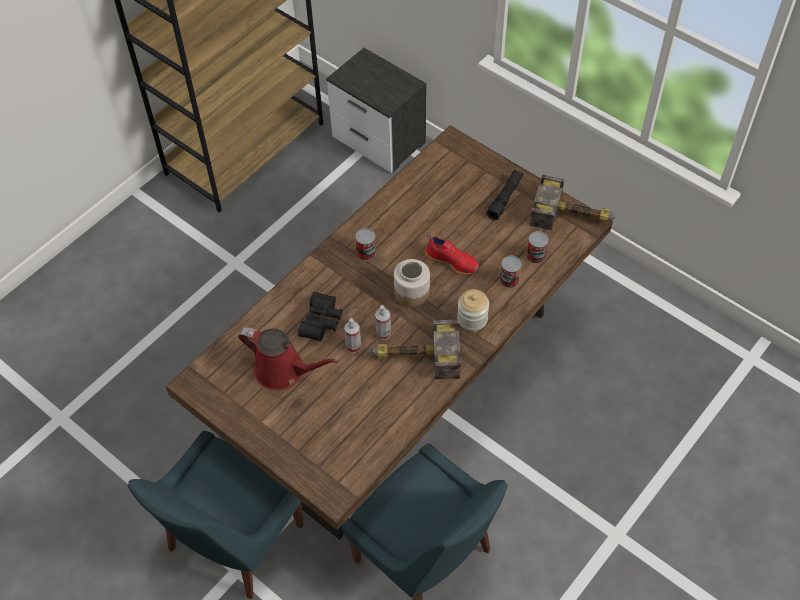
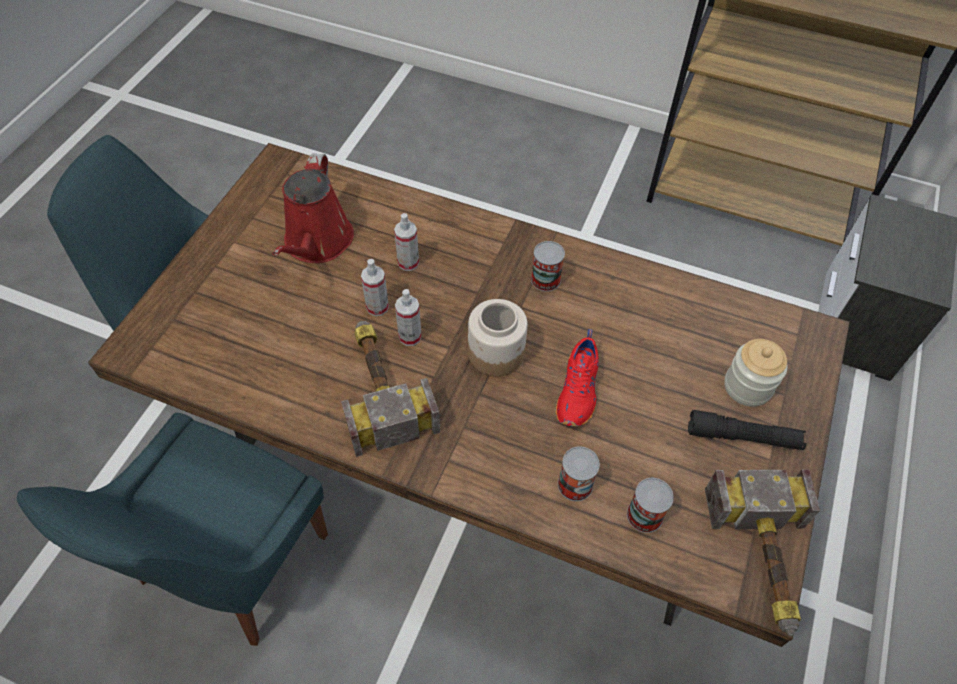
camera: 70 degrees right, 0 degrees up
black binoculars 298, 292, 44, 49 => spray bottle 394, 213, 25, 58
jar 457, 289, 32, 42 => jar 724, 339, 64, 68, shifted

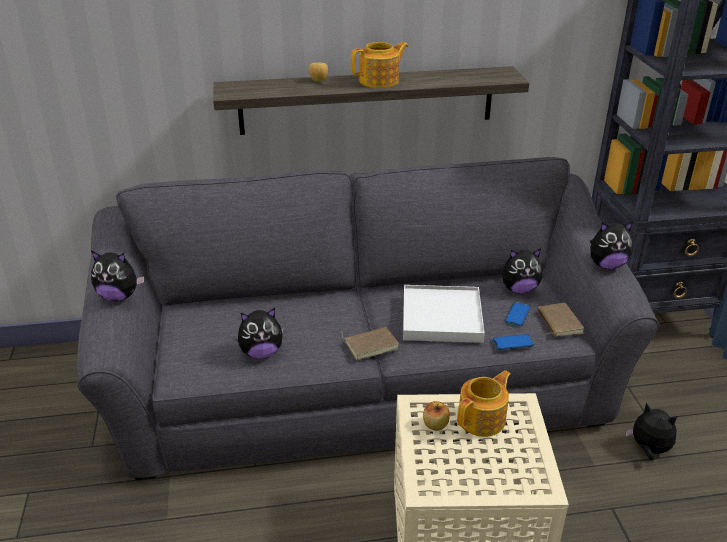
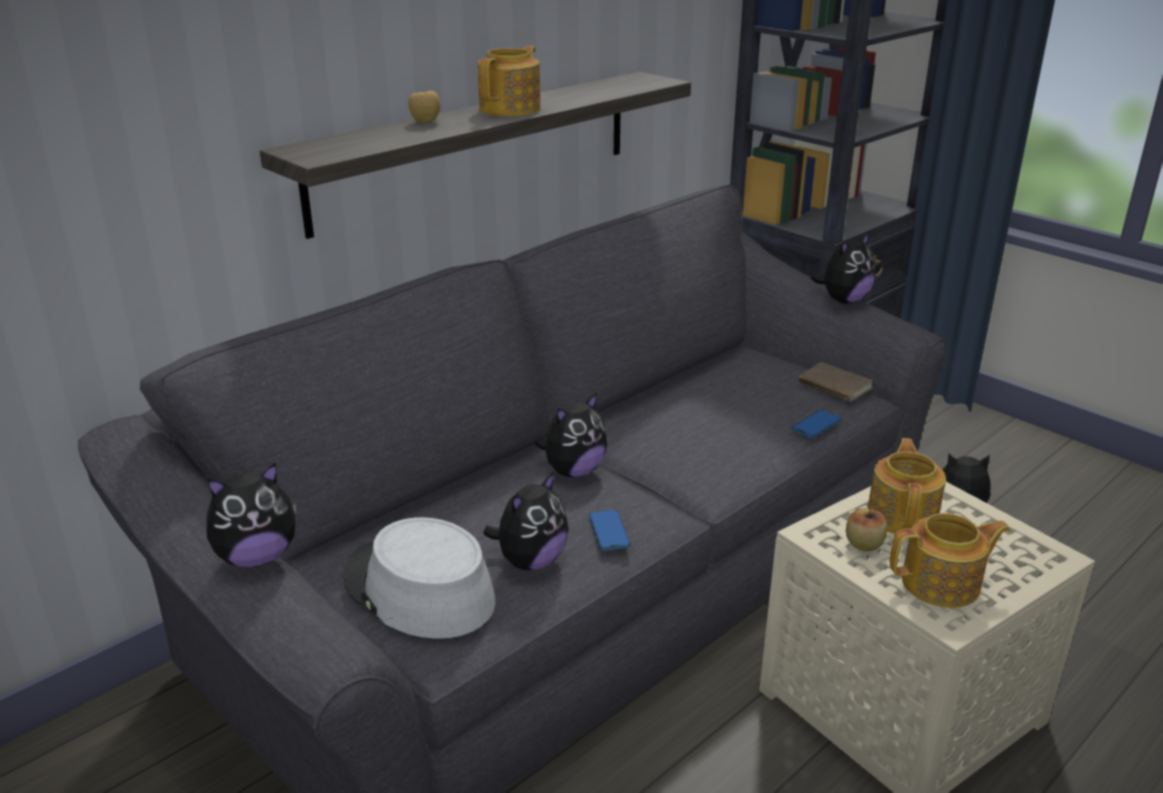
camera: 35 degrees left, 5 degrees down
nothing => grey hat 344, 517, 151, 122
plush toy 502, 248, 40, 46 => plush toy 535, 392, 72, 86, shifted
phone 505, 302, 25, 24 => phone 589, 509, 42, 41, shifted
nothing => teapot 890, 513, 120, 95
brown book 341, 327, 58, 33 => nothing
white tray 403, 285, 82, 58 => nothing

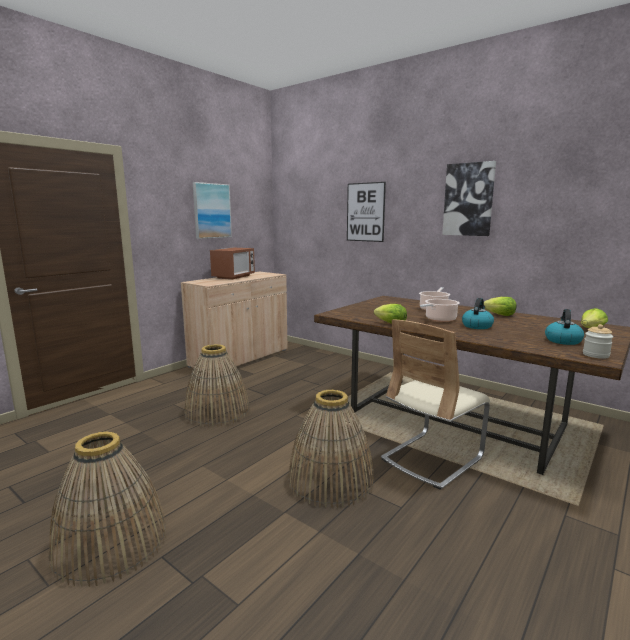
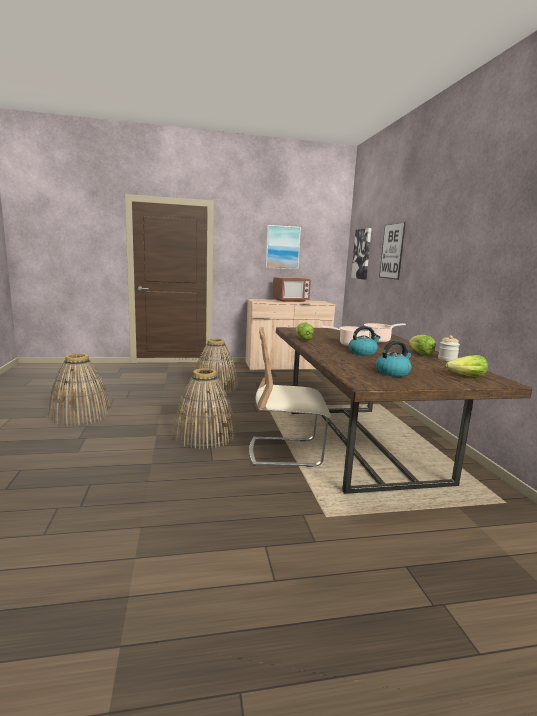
camera: 40 degrees right, 0 degrees up
picture 442, 161, 54, 75 => picture 351, 228, 21, 52, shifted
jar 583, 324, 30, 35 => jar 438, 335, 22, 26, shifted

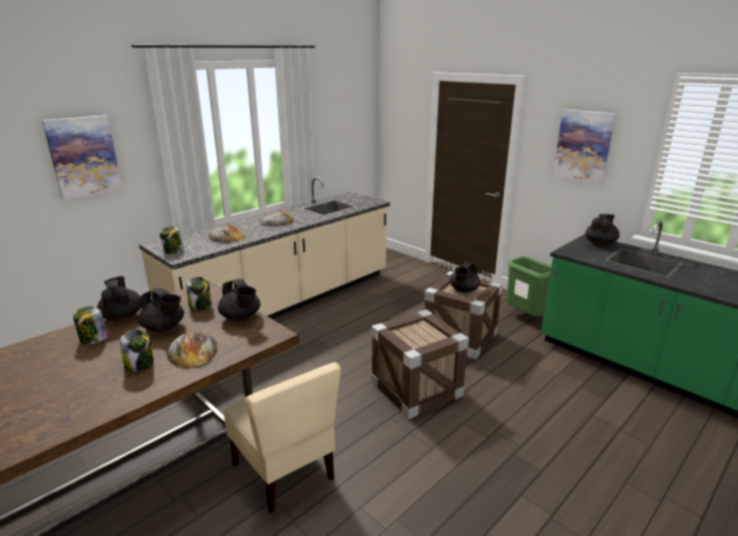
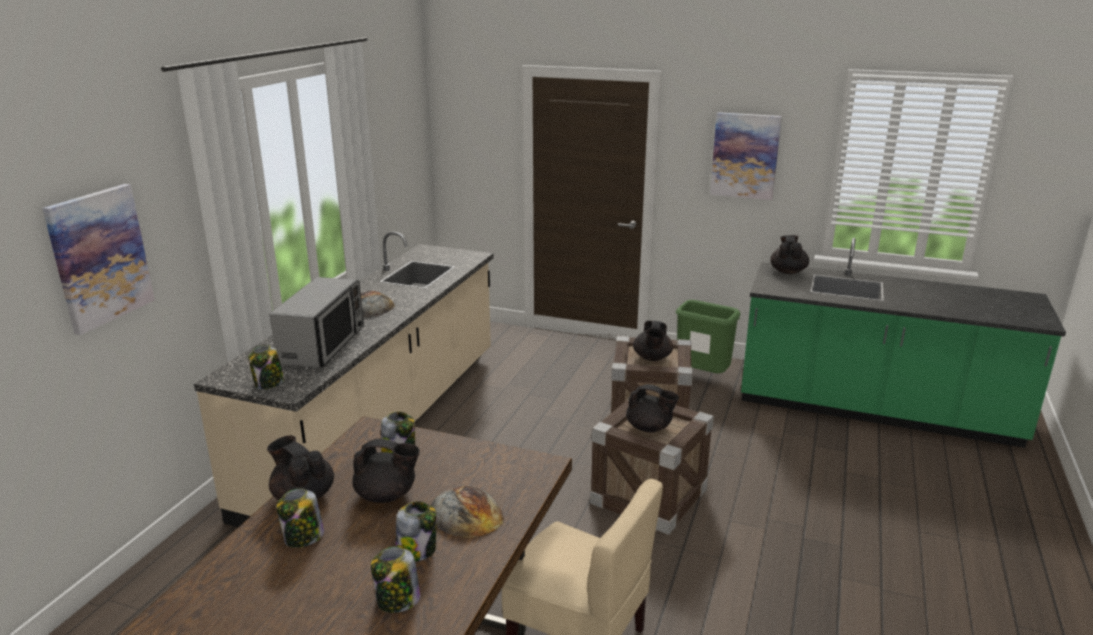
camera: 25 degrees left, 0 degrees up
bread 209, 225, 36, 18 => microwave 270, 277, 94, 91
nothing => jar 371, 547, 50, 66
black teapot 218, 279, 42, 42 => black teapot 626, 384, 53, 48, shifted

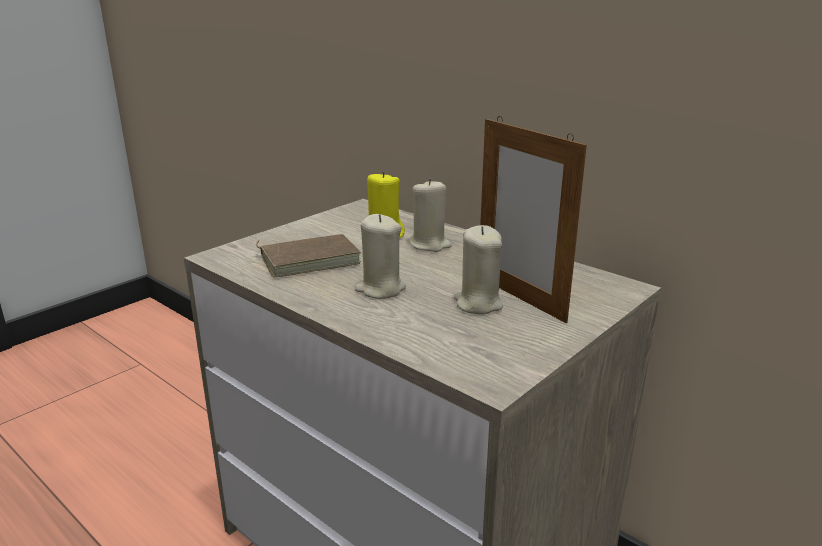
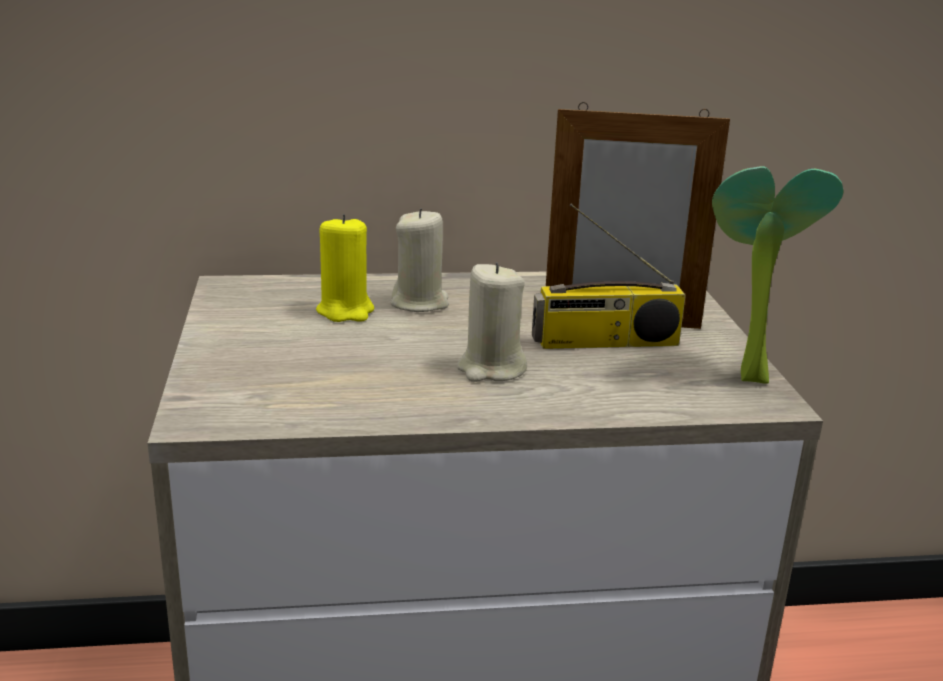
camera: 50 degrees left, 0 degrees up
beige candle 454, 225, 49, 89 => radio 532, 204, 154, 145
nothing => potted plant 712, 166, 131, 218
brown book 256, 234, 105, 43 => nothing

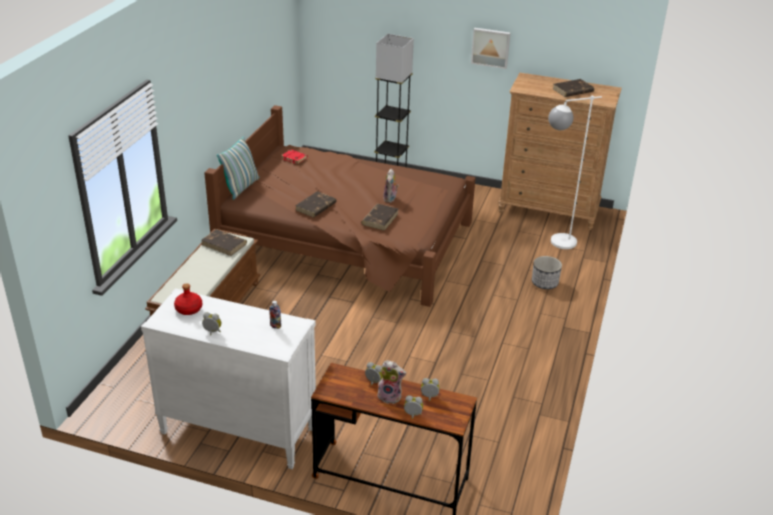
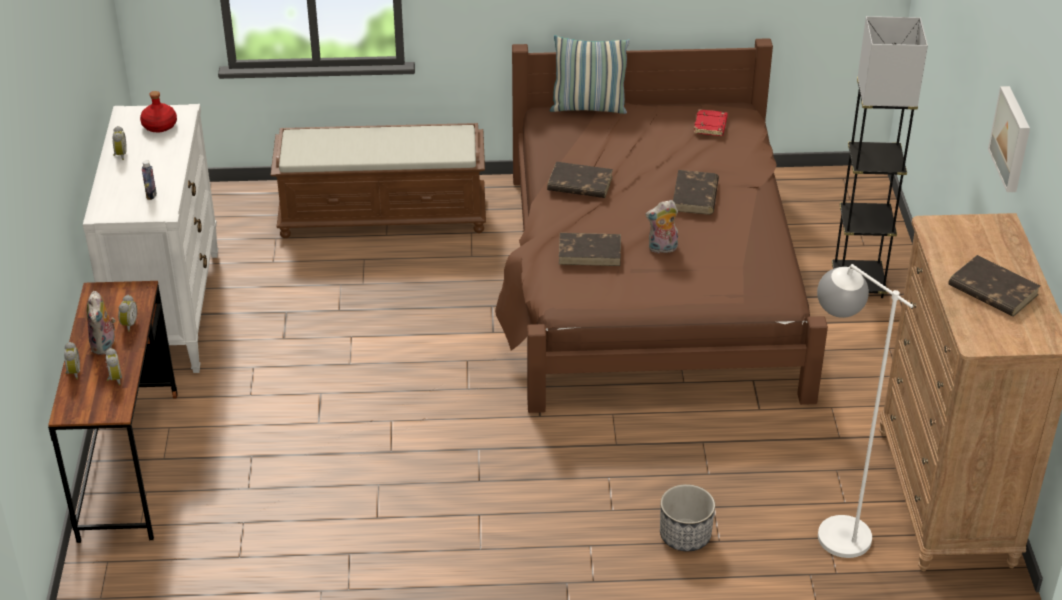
camera: 70 degrees right, 5 degrees up
brown book 202, 229, 45, 27 => brown book 673, 170, 46, 45, shifted

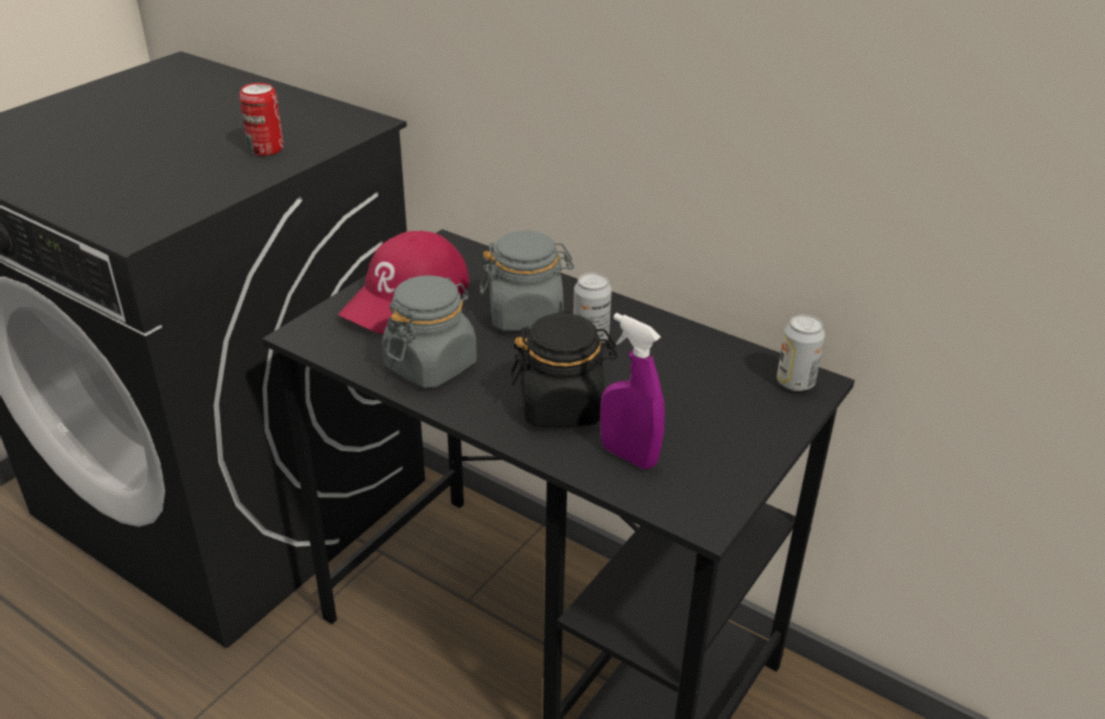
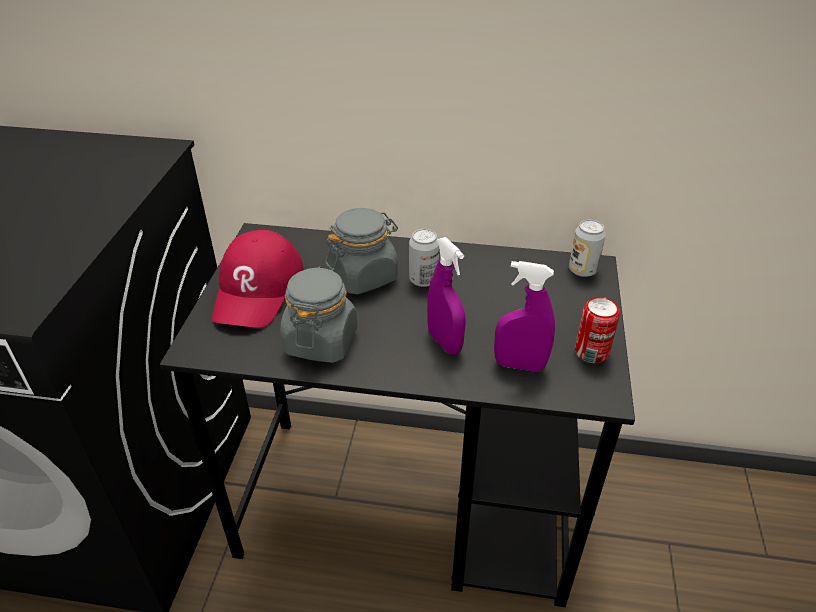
camera: 25 degrees left, 5 degrees up
black jar 510, 313, 108, 114 => purple spray bottle 427, 237, 39, 118
can 239, 83, 44, 73 => can 575, 297, 45, 66, shifted

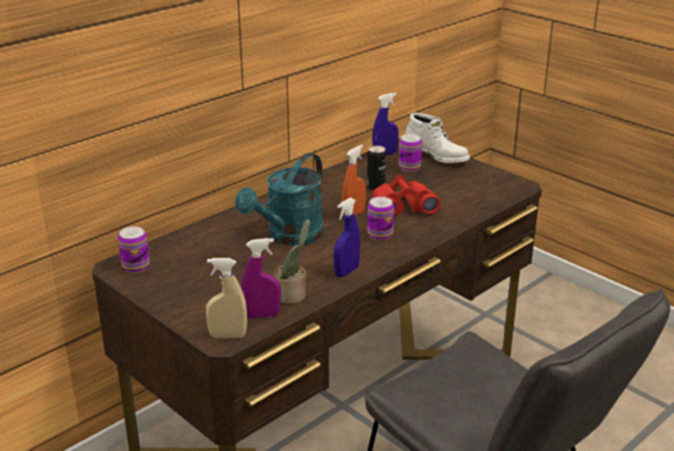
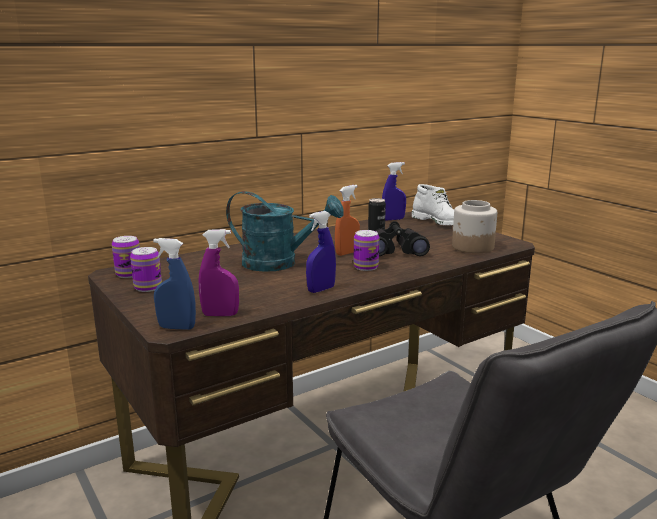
camera: 10 degrees right, 10 degrees down
can 399, 134, 23, 38 => can 130, 247, 32, 45, shifted
beige spray bottle 206, 258, 41, 80 => blue spray bottle 153, 238, 43, 92
turquoise watering can 235, 153, 89, 93 => turquoise watering can 226, 191, 118, 81, 120 degrees counterclockwise
red binoculars 372, 175, 69, 41 => black binoculars 376, 221, 54, 35
nothing => jar 452, 200, 45, 53
potted plant 274, 219, 36, 85 => nothing

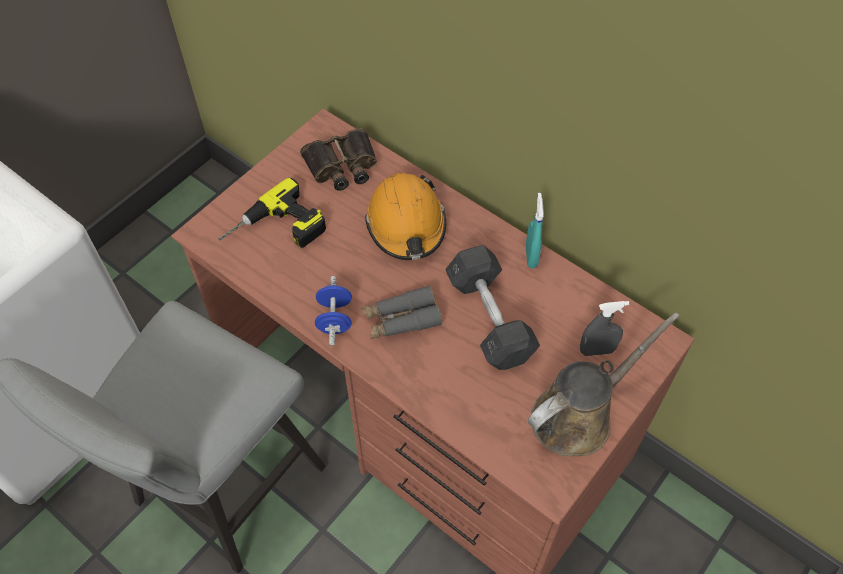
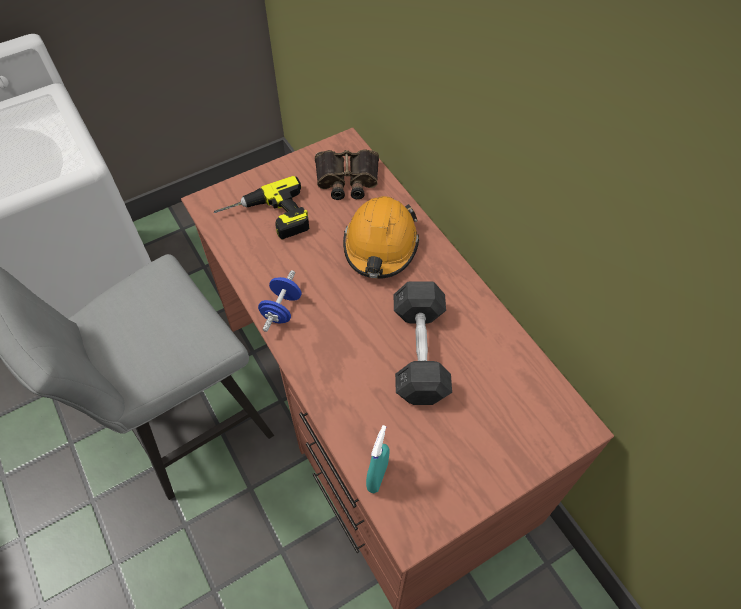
camera: 20 degrees right, 0 degrees up
turquoise spray bottle 526, 193, 18, 75 => turquoise spray bottle 366, 425, 23, 68, shifted
grey binoculars 362, 285, 80, 54 => nothing
brown watering can 528, 312, 152, 144 => nothing
grey spray bottle 580, 301, 49, 55 => nothing

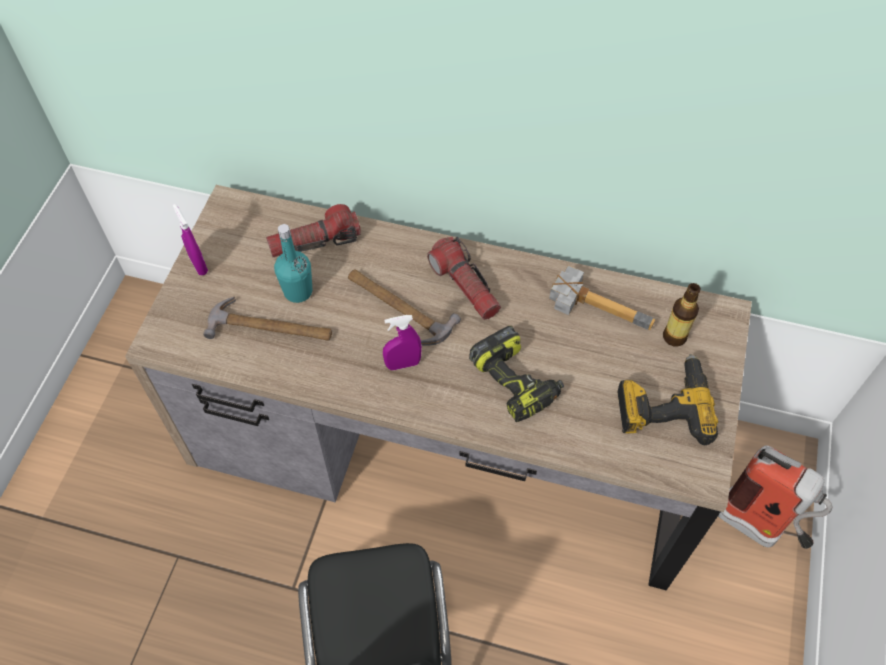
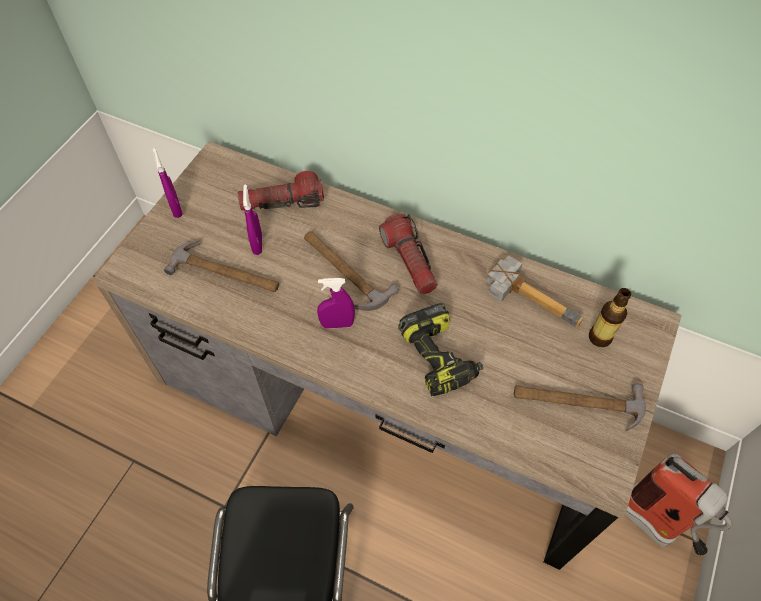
camera: 10 degrees right, 0 degrees up
turquoise bottle 274, 224, 38, 79 => purple spray bottle 243, 184, 19, 71
power drill 618, 354, 100, 91 => hammer 514, 384, 132, 48

